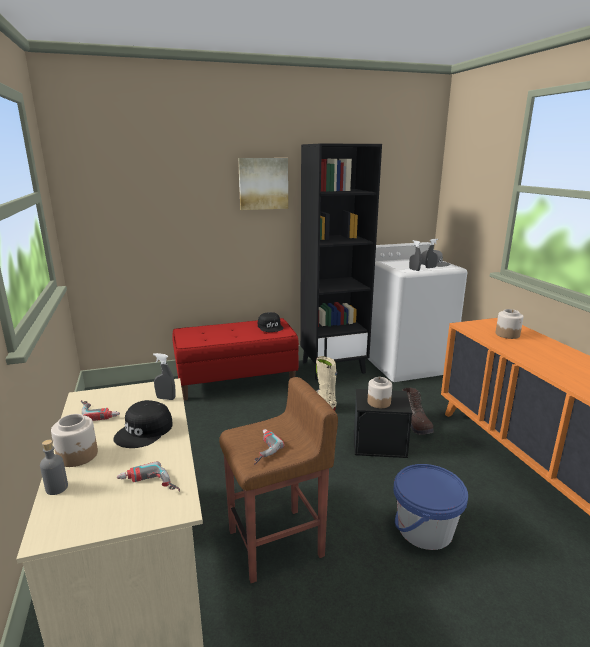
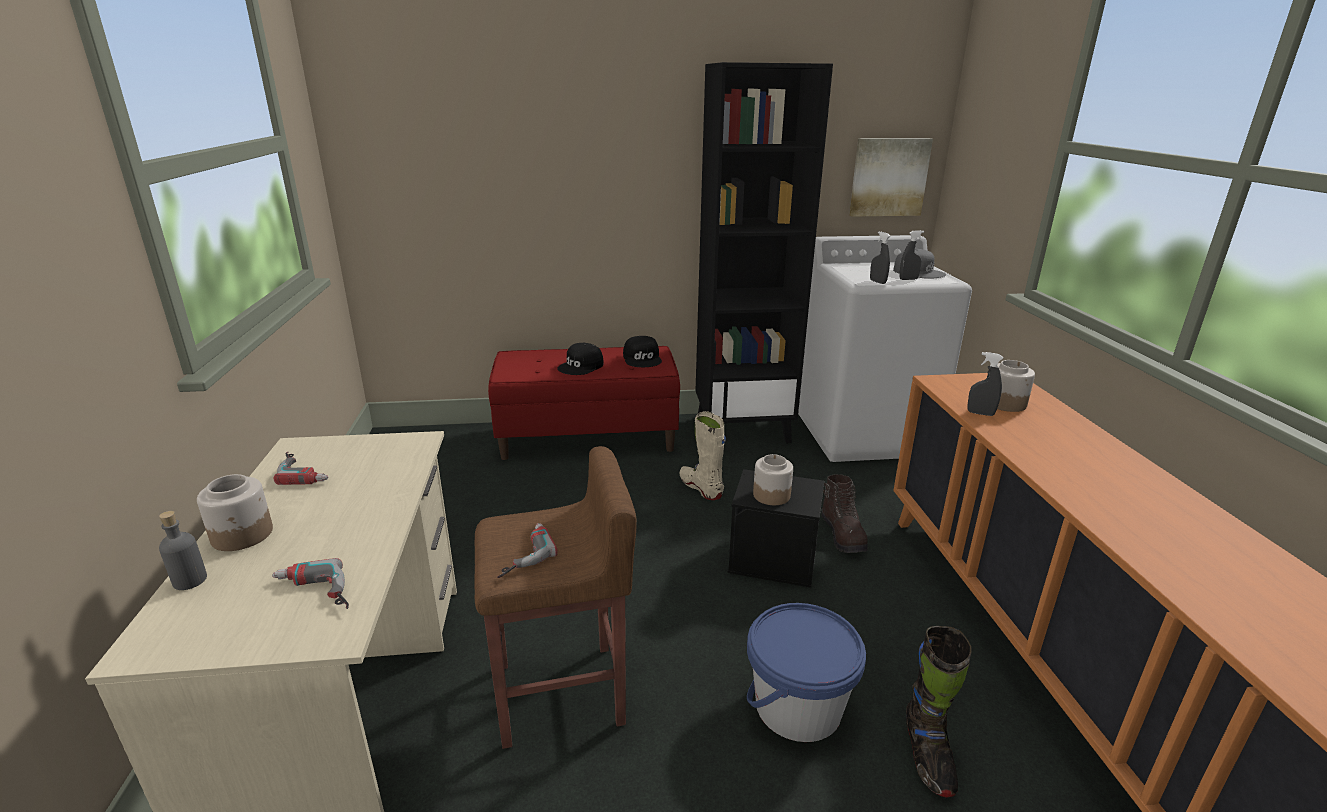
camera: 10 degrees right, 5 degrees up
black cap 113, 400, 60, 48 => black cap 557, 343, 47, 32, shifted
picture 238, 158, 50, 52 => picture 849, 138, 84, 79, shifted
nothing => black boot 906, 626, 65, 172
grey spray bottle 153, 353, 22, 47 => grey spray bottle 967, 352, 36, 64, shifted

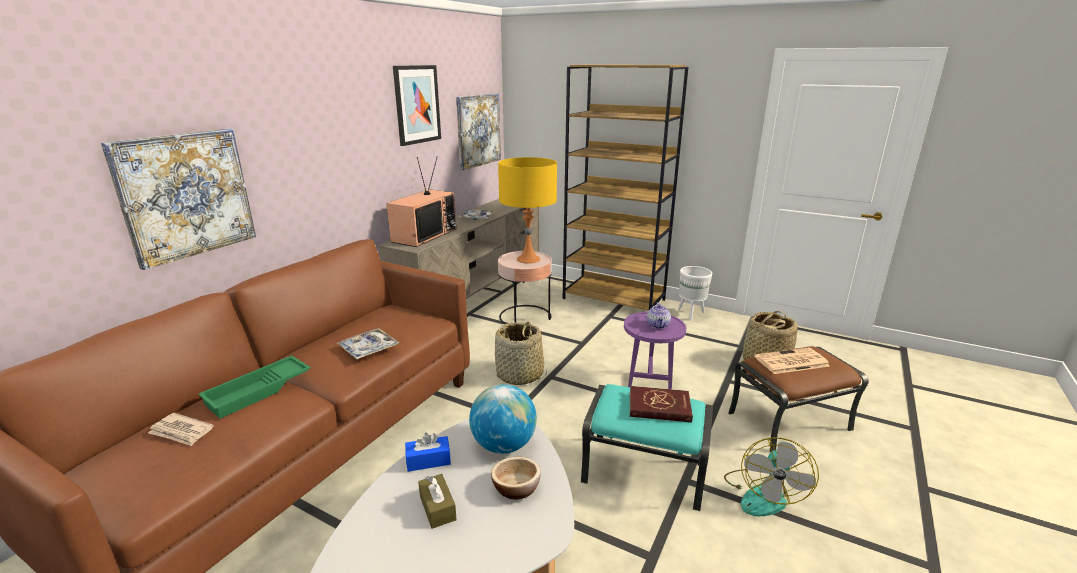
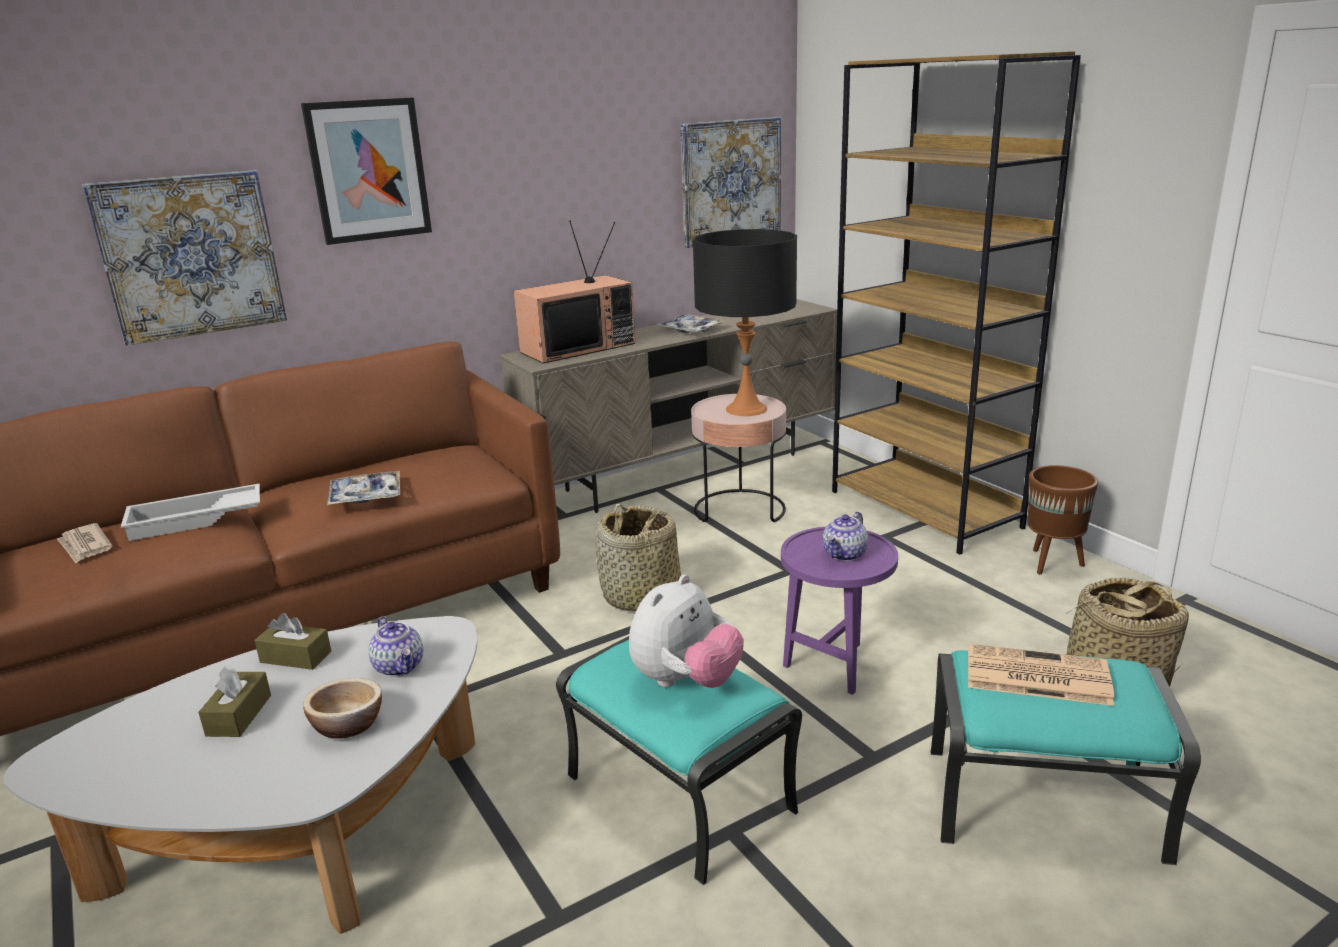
camera: 30 degrees right, 0 degrees up
green tray 198, 355, 113, 63 => white tray 121, 484, 139, 57
blue tissue box 405, 433, 46, 39 => brown tissue box 254, 613, 78, 57
picture 393, 65, 48, 81 => picture 301, 97, 131, 148, shifted
globe 469, 384, 68, 70 => teapot 368, 617, 55, 60
red book 630, 386, 63, 36 => plush toy 629, 574, 115, 114
yellow table lamp 498, 157, 59, 107 => black table lamp 693, 229, 104, 187
brown ottoman 728, 346, 141, 106 => turquoise ottoman 931, 650, 270, 215
white planter 678, 266, 34, 54 => brown planter 1027, 465, 71, 109
fan 724, 437, 95, 79 => nothing

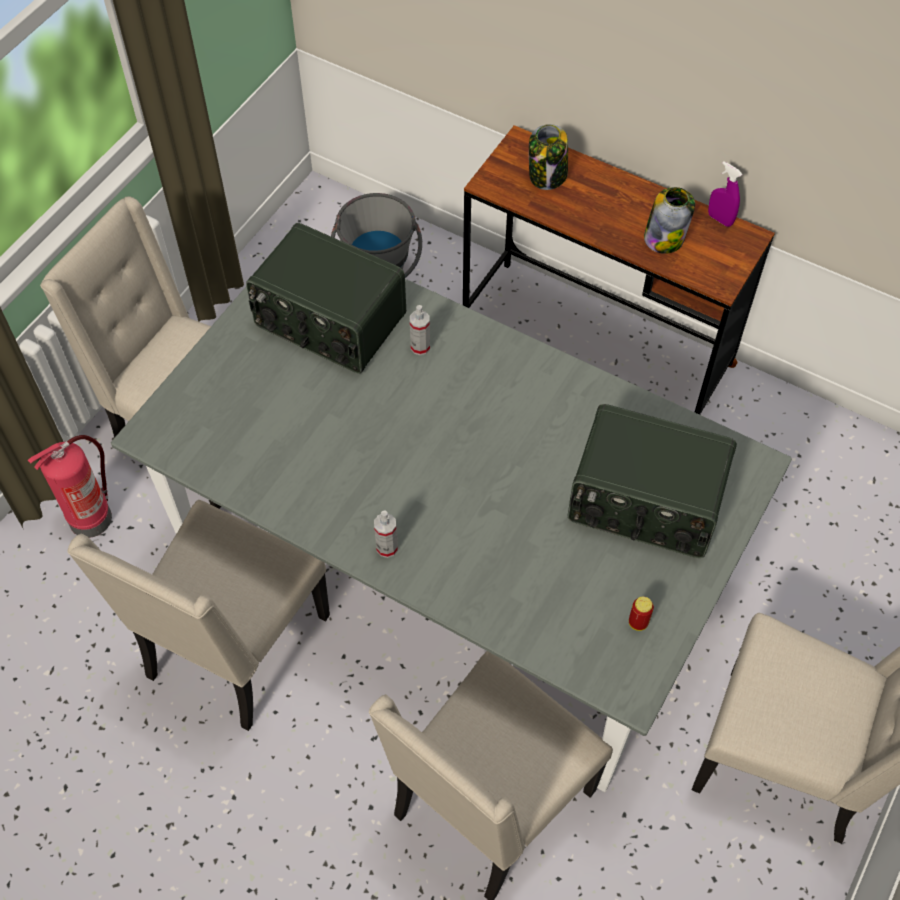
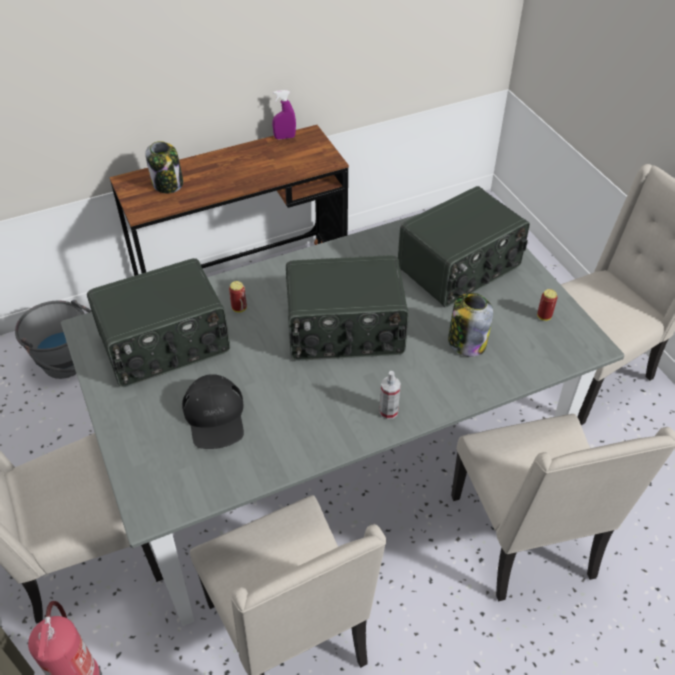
camera: 55 degrees left, 10 degrees down
nothing => black cap 182, 374, 62, 75
spray bottle 410, 305, 20, 50 => can 229, 281, 18, 31
nothing => radio 286, 255, 123, 106
jar 644, 187, 51, 67 => jar 448, 293, 45, 64, shifted

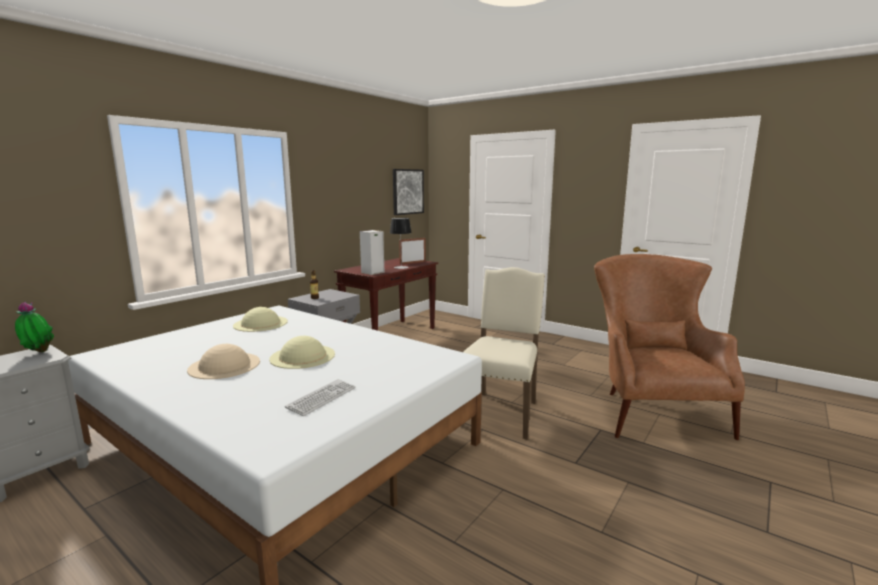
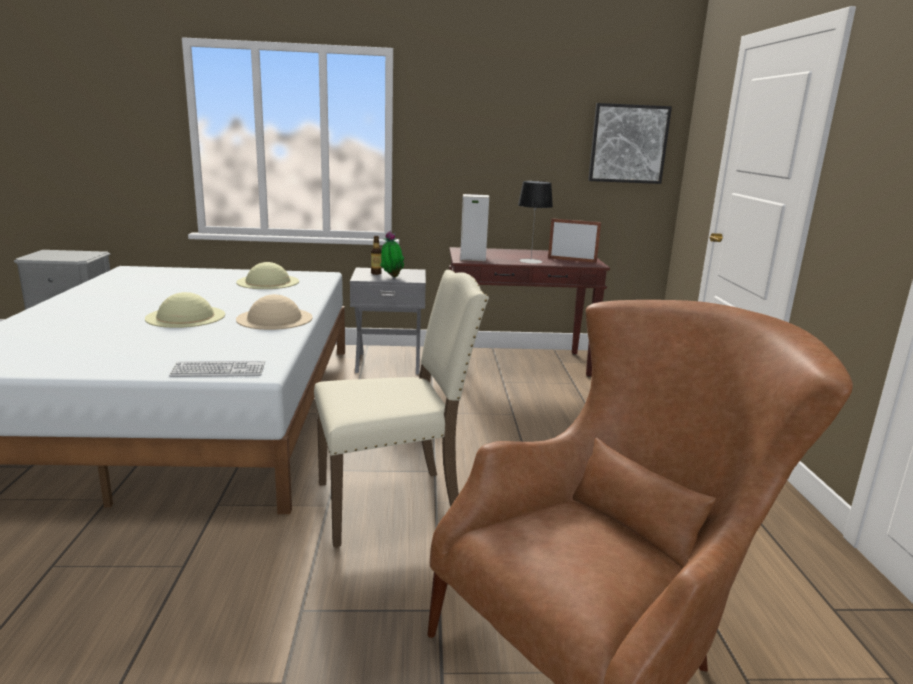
camera: 50 degrees right, 5 degrees up
keyboard 285, 379, 71, 37 => keyboard 169, 361, 96, 16, shifted
beige hat 187, 344, 73, 35 => beige hat 236, 294, 77, 36, shifted
potted plant 15, 302, 39, 50 => potted plant 380, 231, 24, 46, shifted

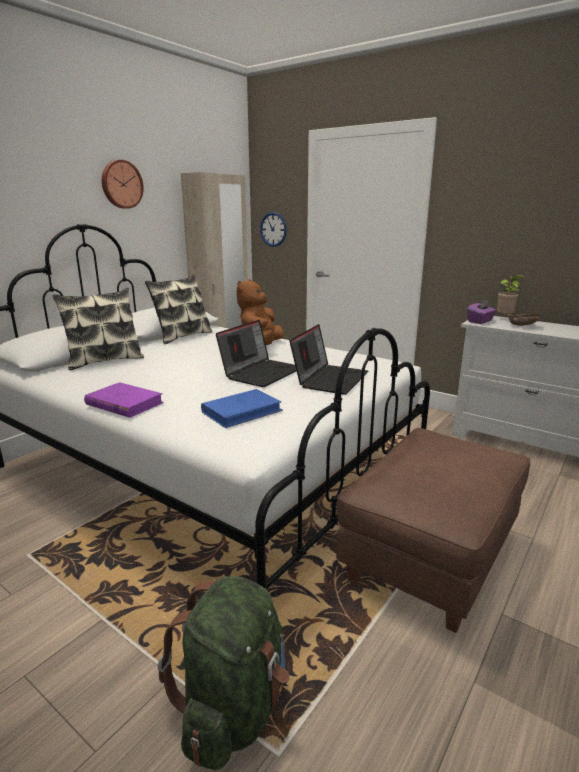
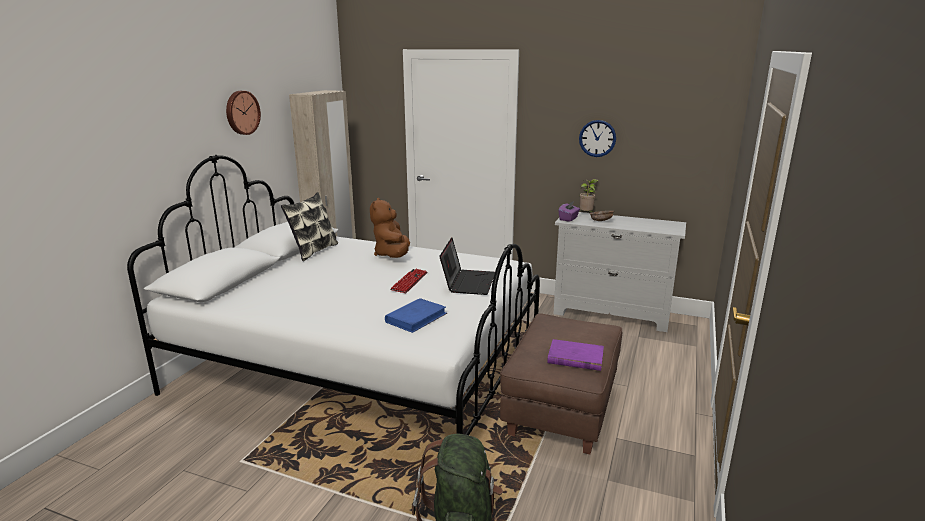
camera: 15 degrees left, 0 degrees up
laptop 216, 320, 80, 67 => keyboard 390, 269, 38, 24
purple book 84, 382, 80, 36 => purple book 547, 339, 57, 32, shifted
wall clock 260, 212, 27, 35 => wall clock 579, 120, 37, 37, shifted
pillow 52, 288, 92, 82 => nothing

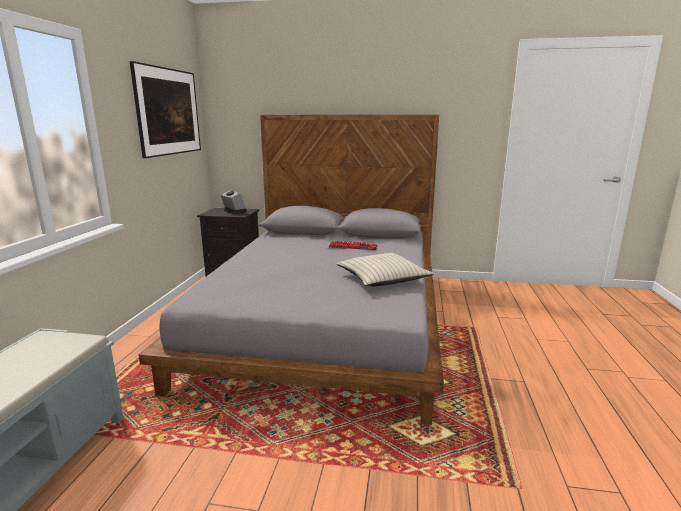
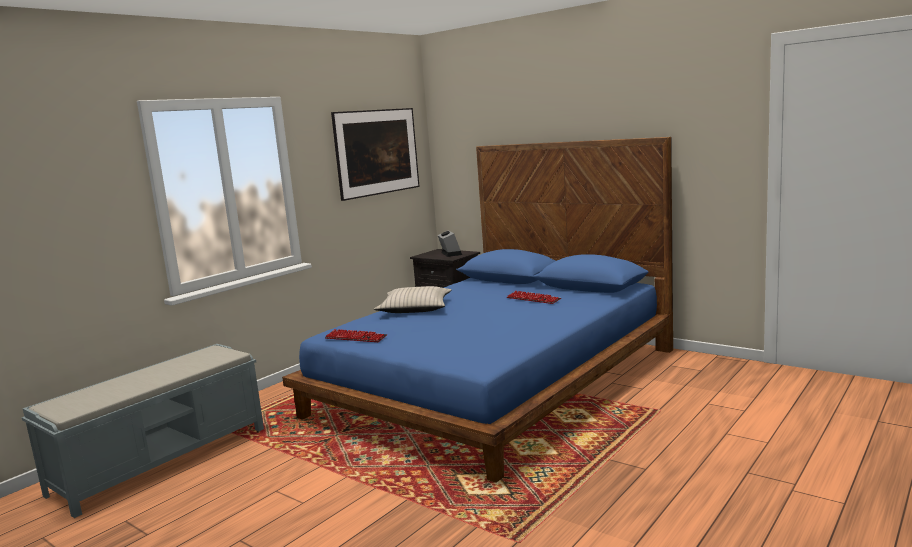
camera: 30 degrees right, 5 degrees down
grey bed 139, 114, 305, 311 => blue bed 282, 137, 391, 346
nothing => keyboard 325, 329, 62, 13
beige pillow 336, 253, 98, 33 => beige pillow 374, 286, 77, 27, shifted

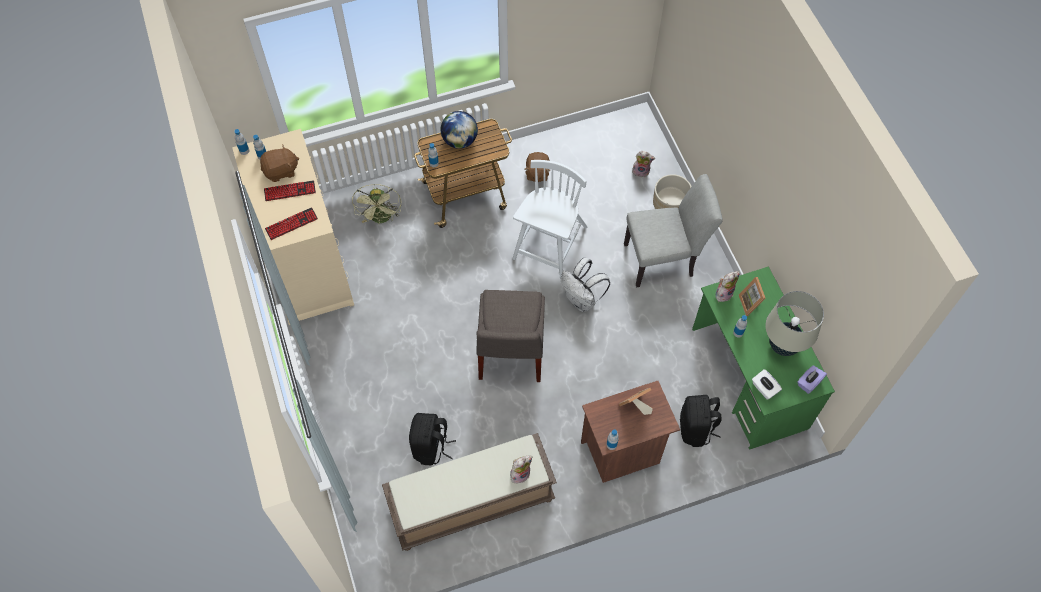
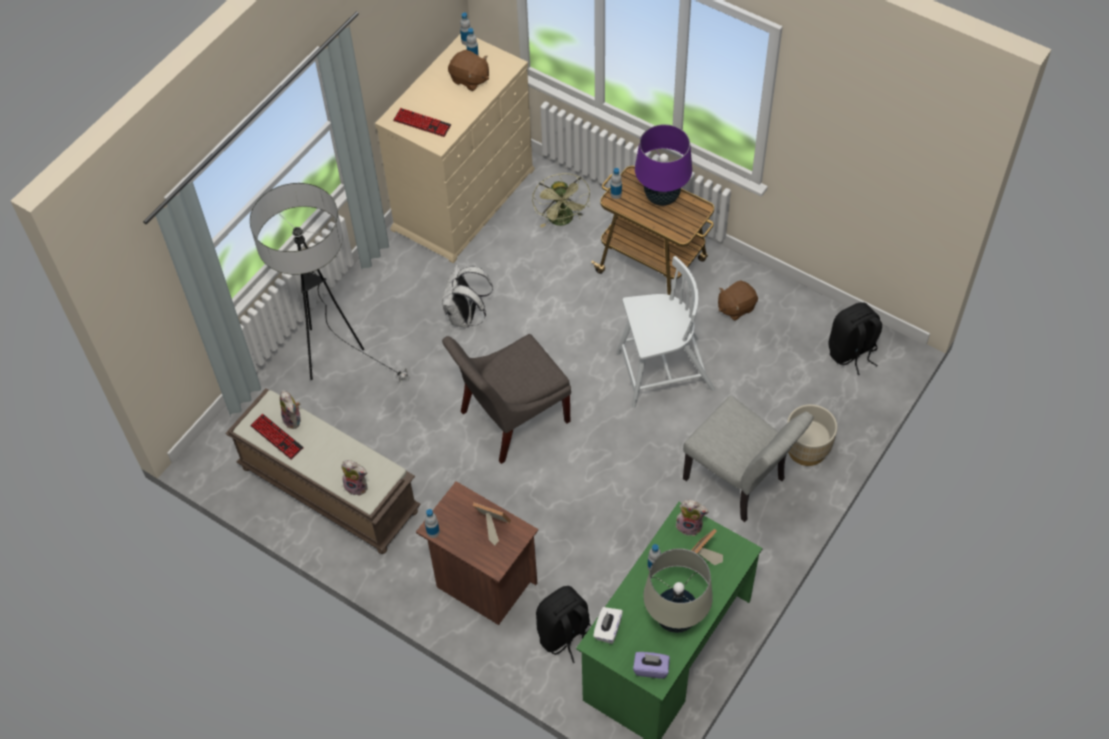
camera: 55 degrees right, 5 degrees down
nothing => floor lamp 250, 183, 160, 200
keyboard 264, 180, 52, 21 => keyboard 250, 414, 54, 46, shifted
plush toy 632, 151, 23, 26 => plush toy 280, 390, 21, 39, shifted
white backpack 561, 258, 49, 54 => white backpack 442, 264, 51, 64, shifted
green fan 352, 184, 49, 40 => green fan 532, 173, 58, 55, 60 degrees counterclockwise
globe 441, 111, 37, 38 => purple table lamp 635, 124, 57, 82
black backpack 409, 413, 47, 52 => black backpack 828, 302, 54, 73, shifted

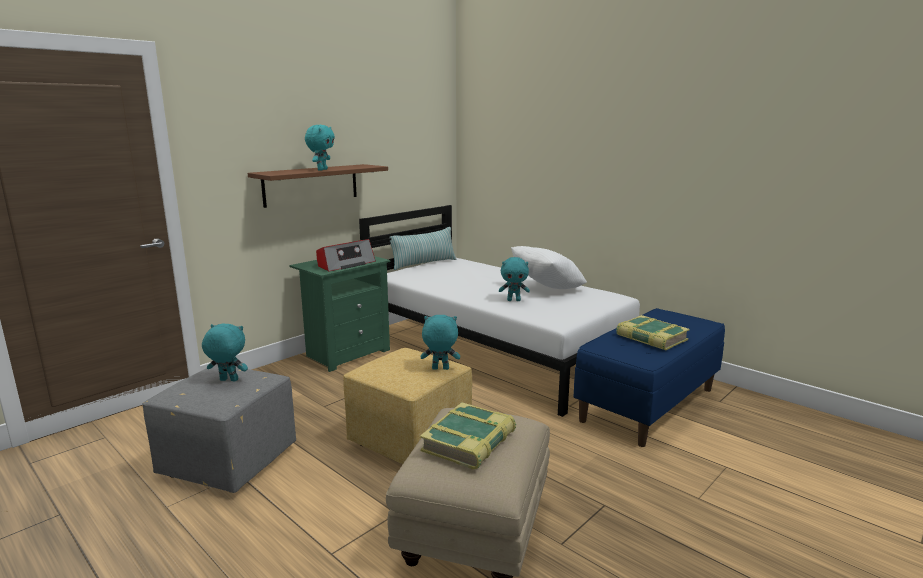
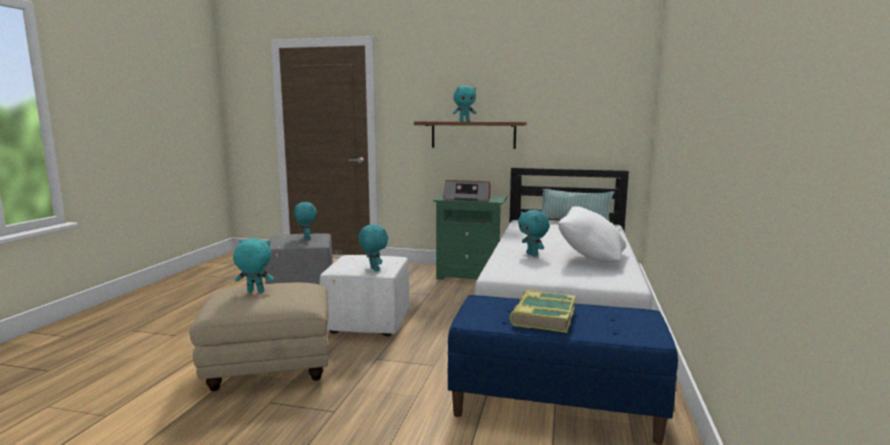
camera: 60 degrees right, 5 degrees down
book 420, 402, 96, 68 => turquoise plush toy 233, 238, 41, 54
yellow ottoman 343, 348, 129, 116 => white ottoman 319, 255, 91, 81

